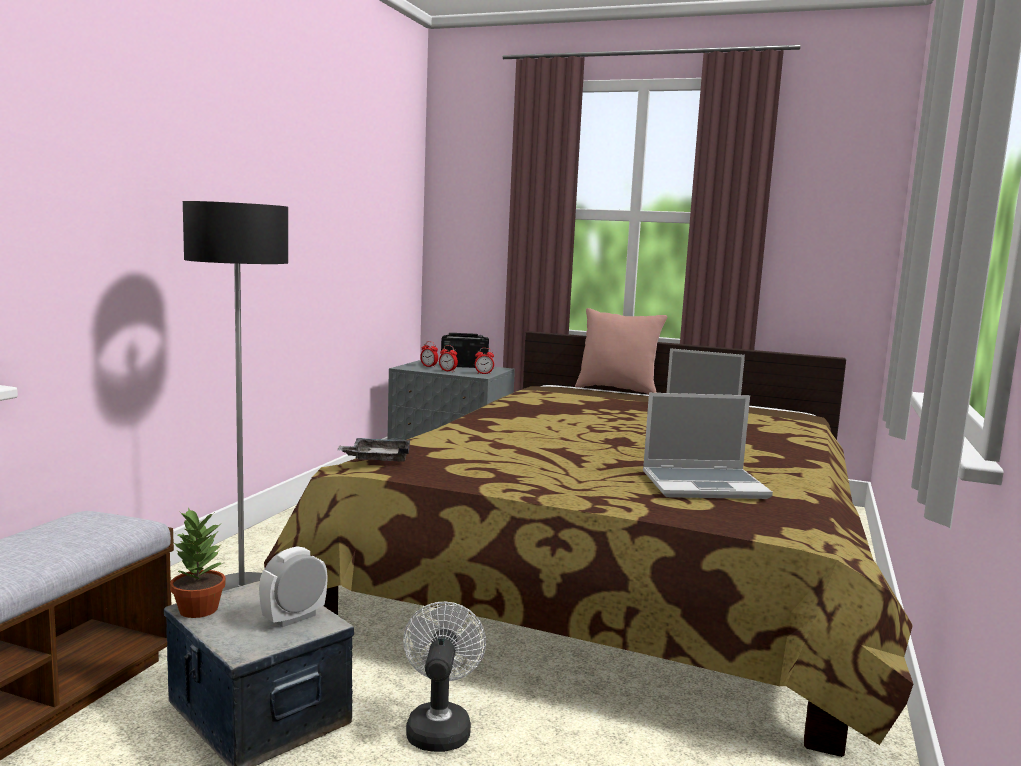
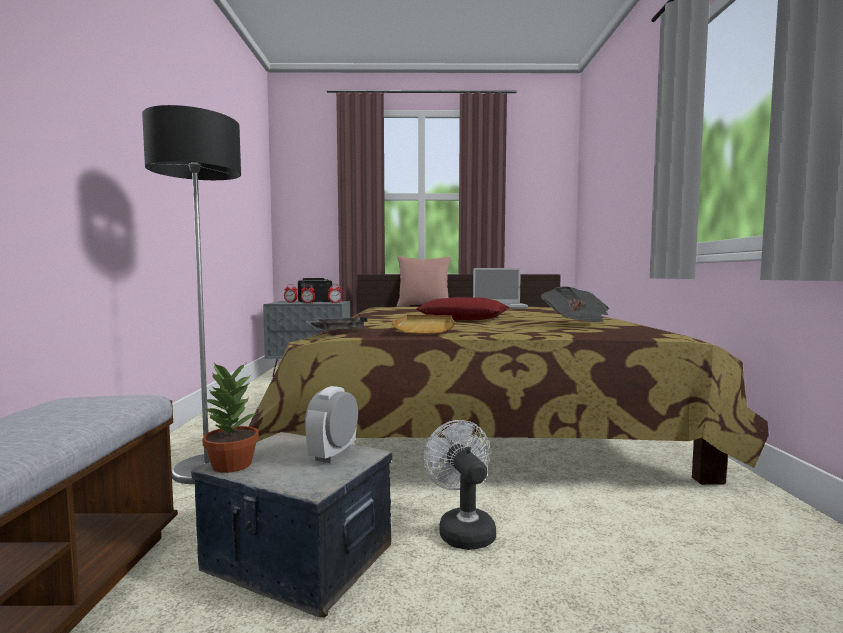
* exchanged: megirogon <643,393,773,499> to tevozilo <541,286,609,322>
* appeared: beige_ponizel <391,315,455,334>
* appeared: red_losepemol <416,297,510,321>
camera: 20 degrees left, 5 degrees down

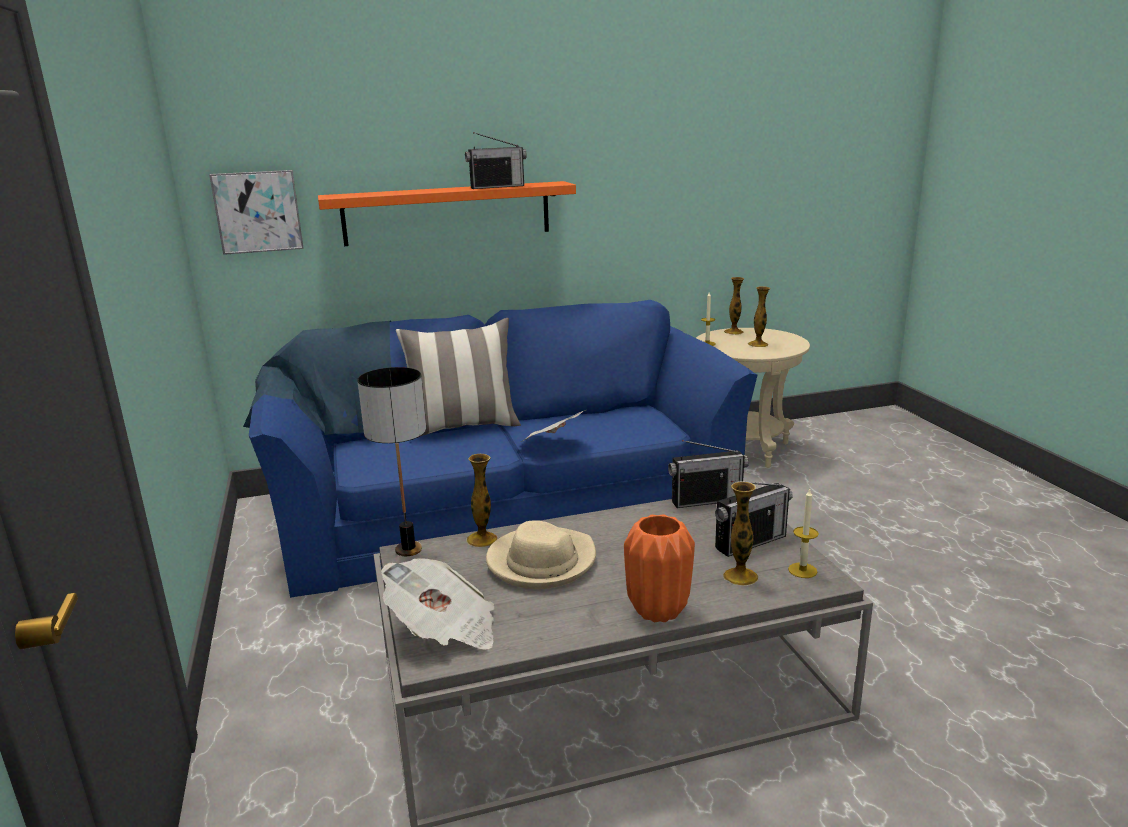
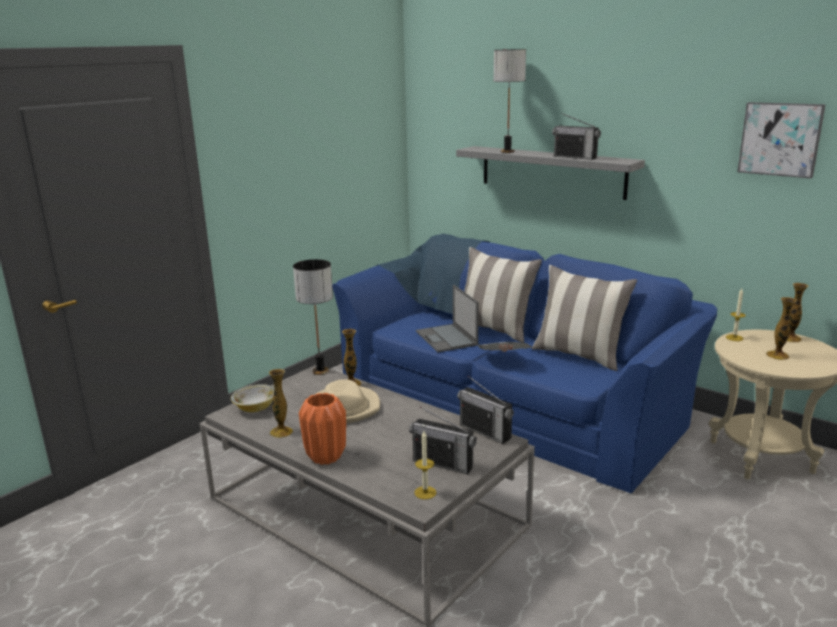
* relocated: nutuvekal <209,170,303,255> to <737,102,826,179>
* colour: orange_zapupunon <318,181,576,246> to grey_zapupunon <456,146,645,200>
* exchanged: tevozilo <381,558,495,650> to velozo <231,384,274,412>
* relocated: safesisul <723,482,758,586> to <269,369,293,438>
* appeared: megirogon <416,285,479,353>
* appeared: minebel <494,49,526,153>
* appeared: losepemol <532,265,637,371>
camera: 55 degrees right, 0 degrees up

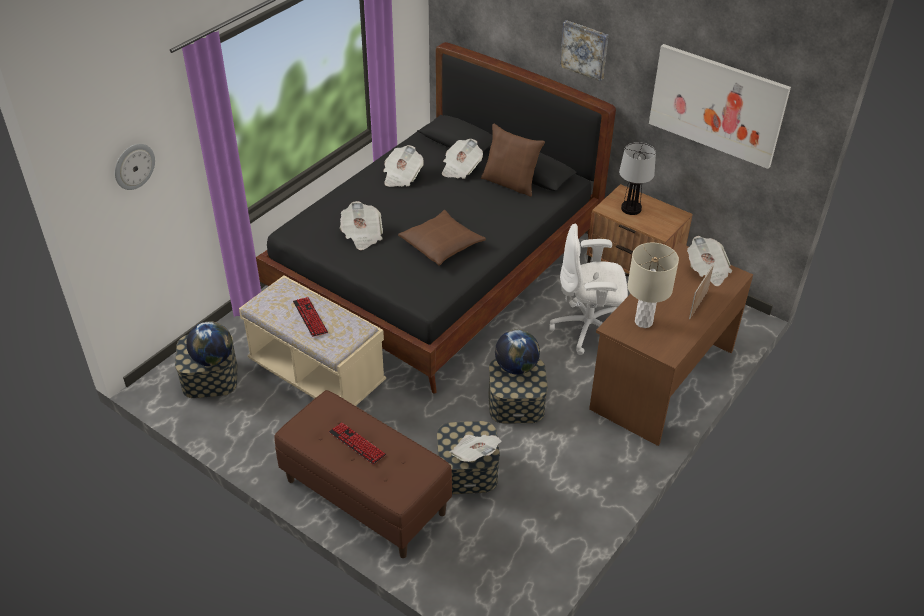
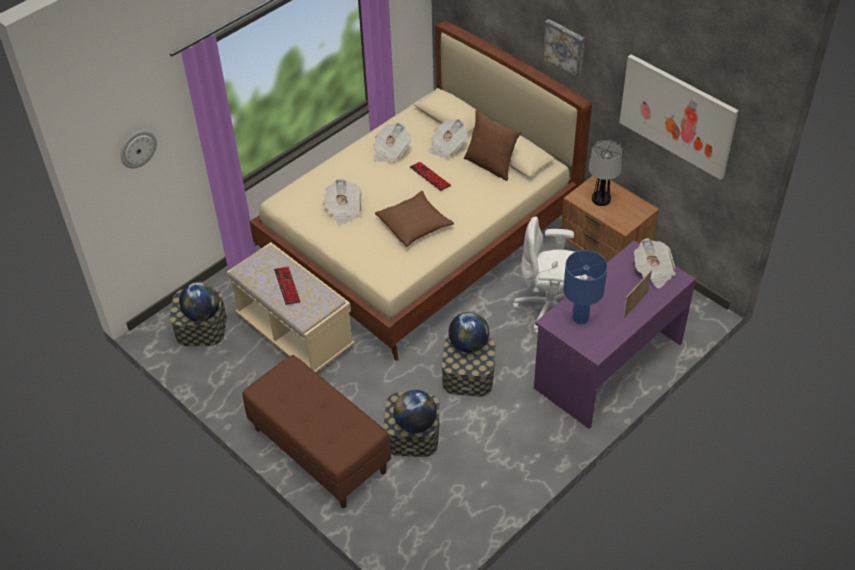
* colour: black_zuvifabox <256,42,616,394> to beige_zuvifabox <250,21,592,361>
* relocated: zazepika <329,422,386,465> to <410,162,451,191>
* exchanged: tevozilo <450,434,502,462> to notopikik <394,390,437,433>
* colour: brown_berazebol <589,243,753,446> to purple_berazebol <534,241,696,429>
* colour: beige_minebel <627,243,679,328> to blue_minebel <563,250,608,324>
camera: 10 degrees right, 5 degrees up

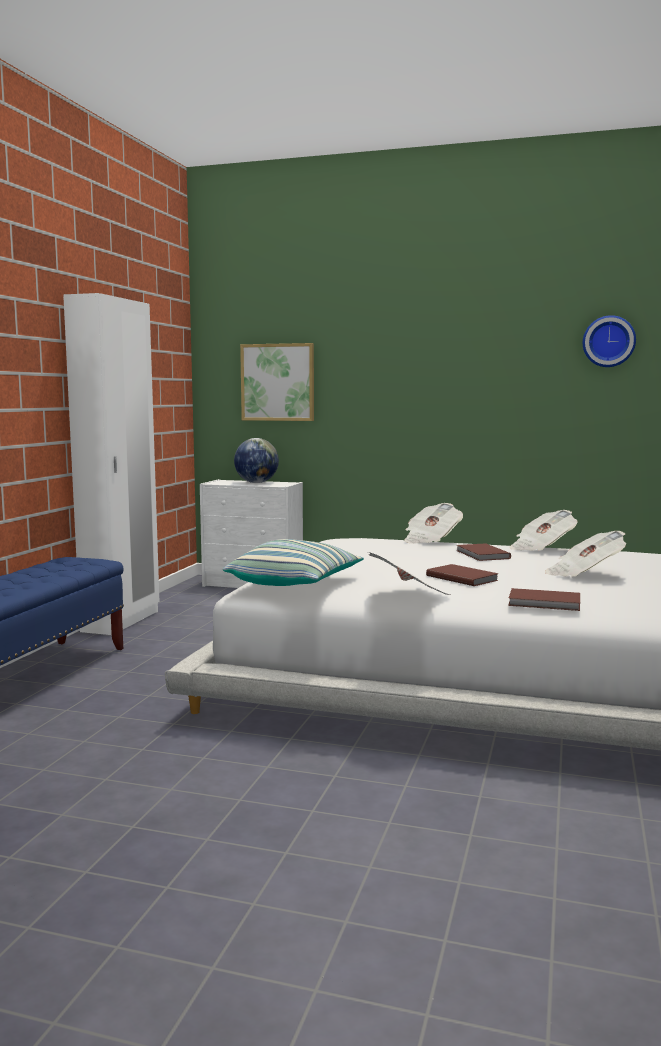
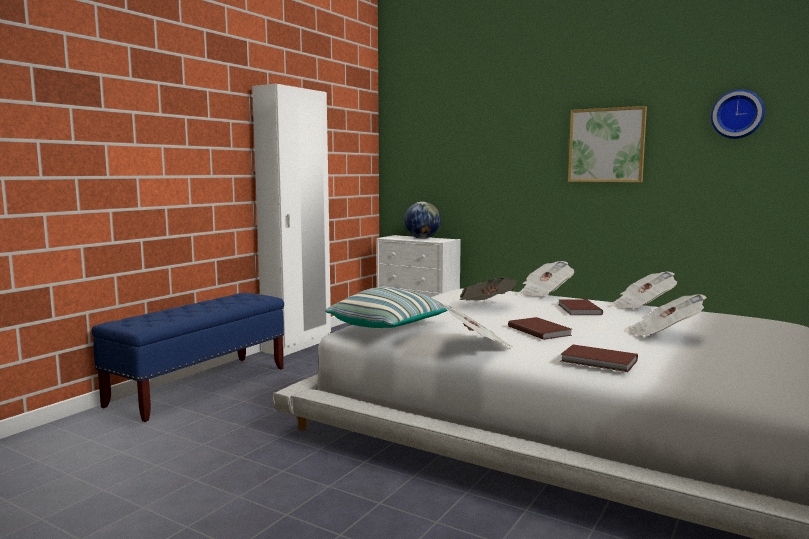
* relocated: nutuvekal <240,343,314,421> to <568,106,647,182>
* appeared: tevozilo <459,277,516,301>
camera: 15 degrees right, 0 degrees up

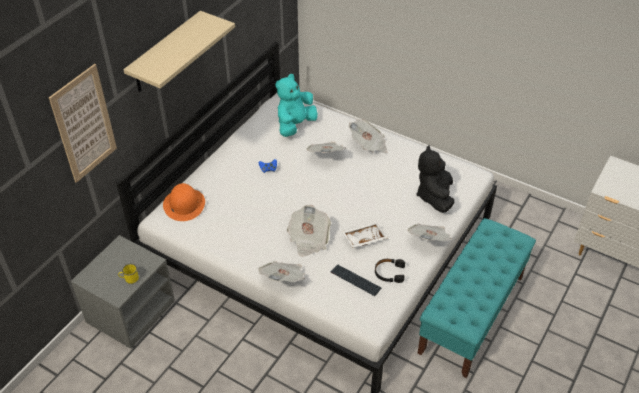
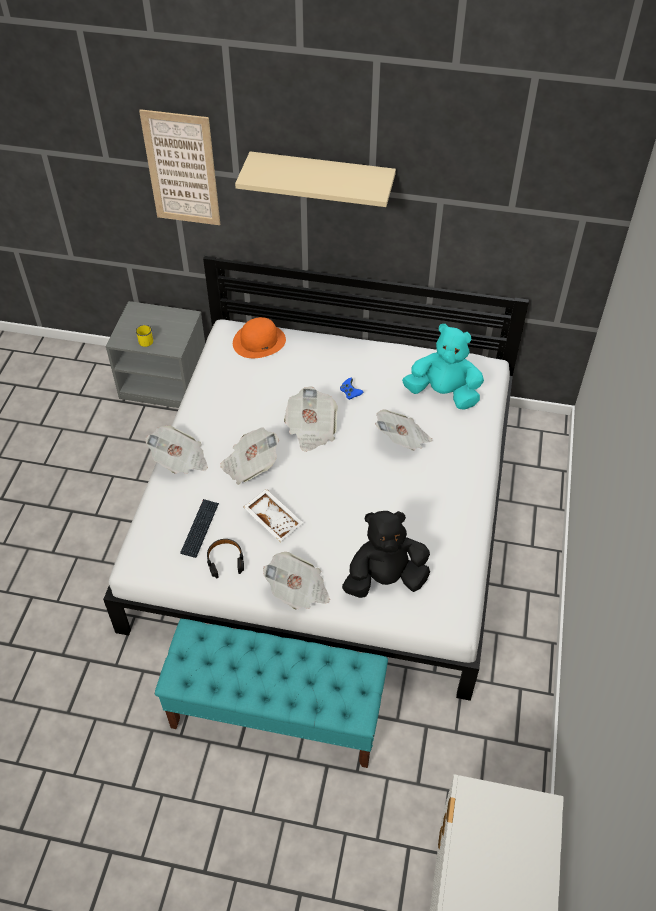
* relocated: tevozilo <349,119,387,153> to <284,387,338,452>
camera: 70 degrees right, 5 degrees up

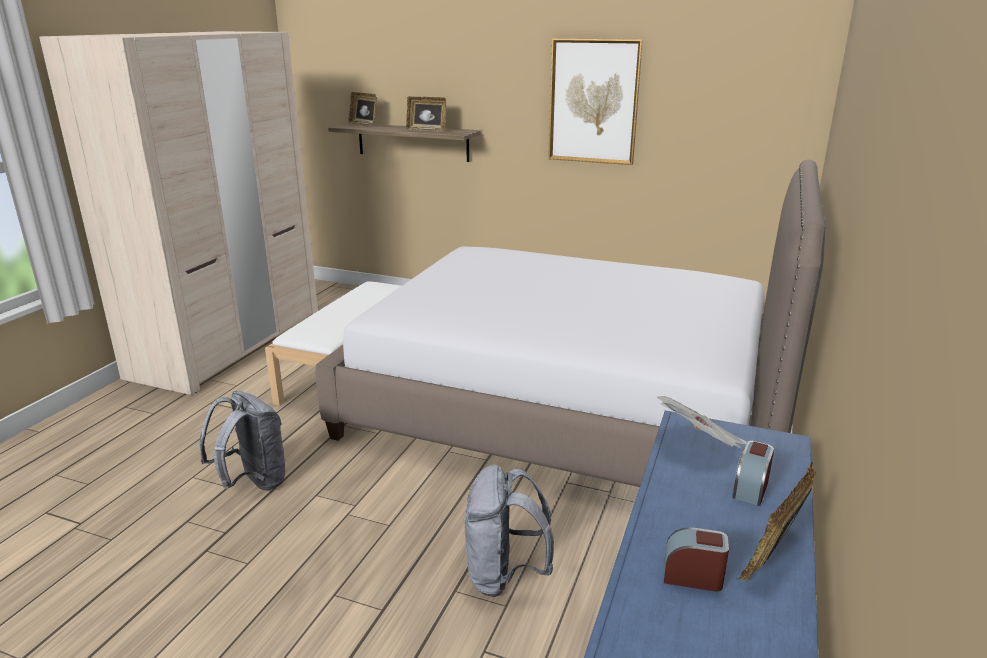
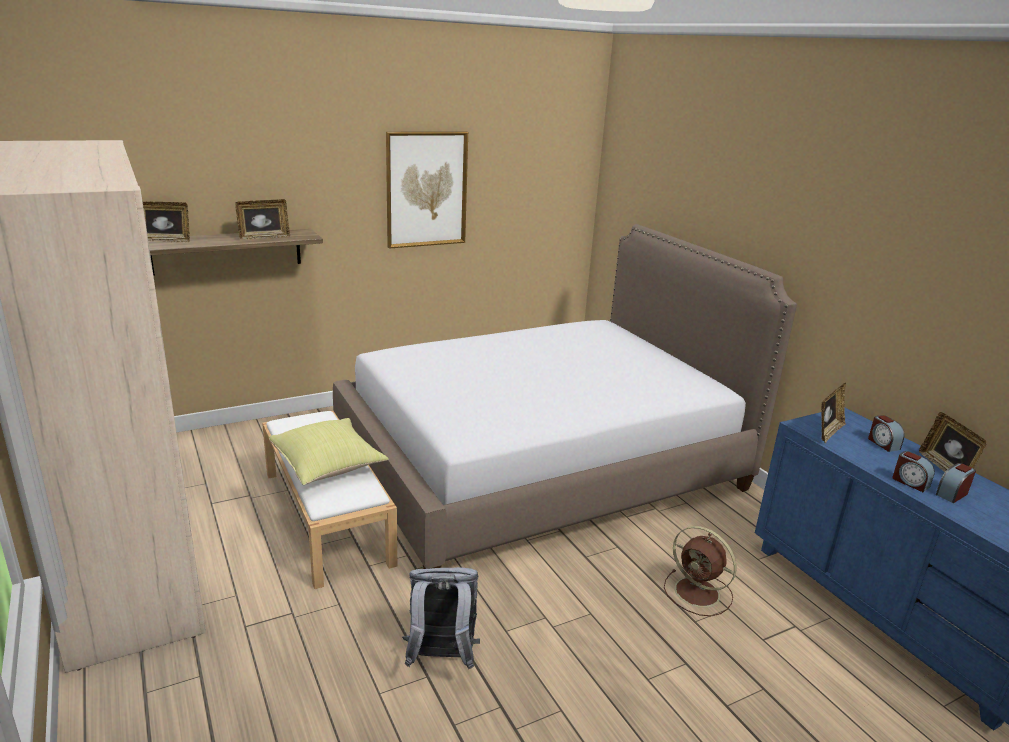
* exchanged: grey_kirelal <464,465,554,597> to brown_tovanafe <664,526,736,616>
* exchanged: tevozilo <657,396,747,448> to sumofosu <821,383,846,443>
* appeared: yellow_losepemol <269,418,389,485>
* appeared: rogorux <892,451,935,492>
camera: 50 degrees left, 0 degrees up

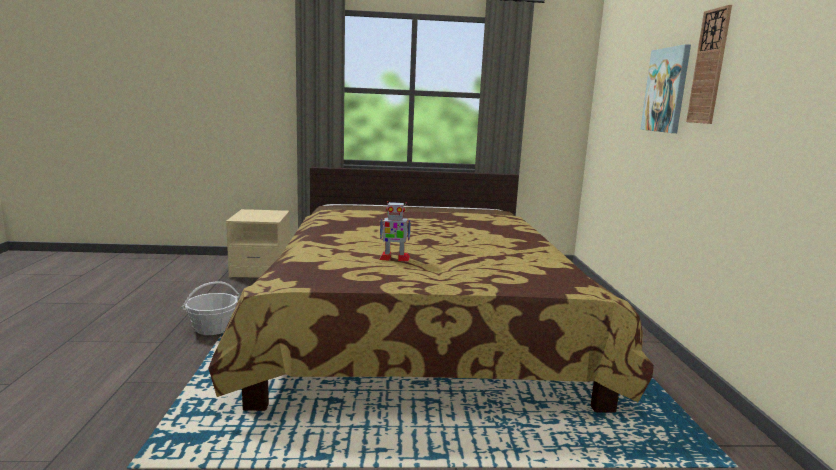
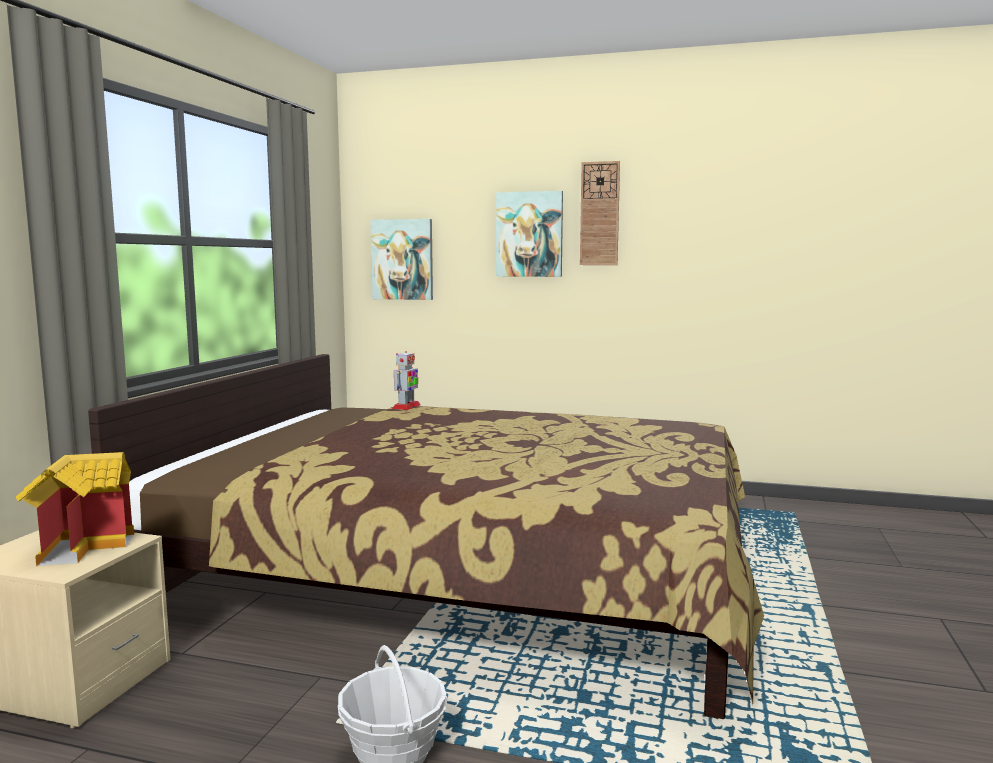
* relocated: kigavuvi <379,201,411,262> to <392,351,420,410>
* appeared: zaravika <16,452,134,567>
* appeared: nutuvekal <370,219,433,300>
camera: 70 degrees left, 5 degrees down

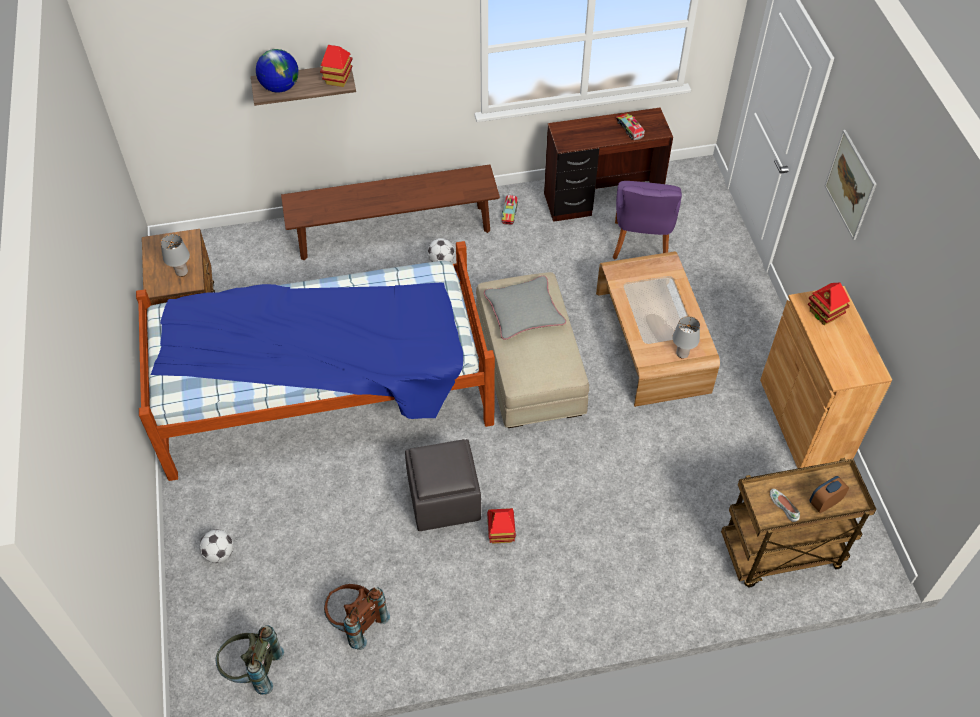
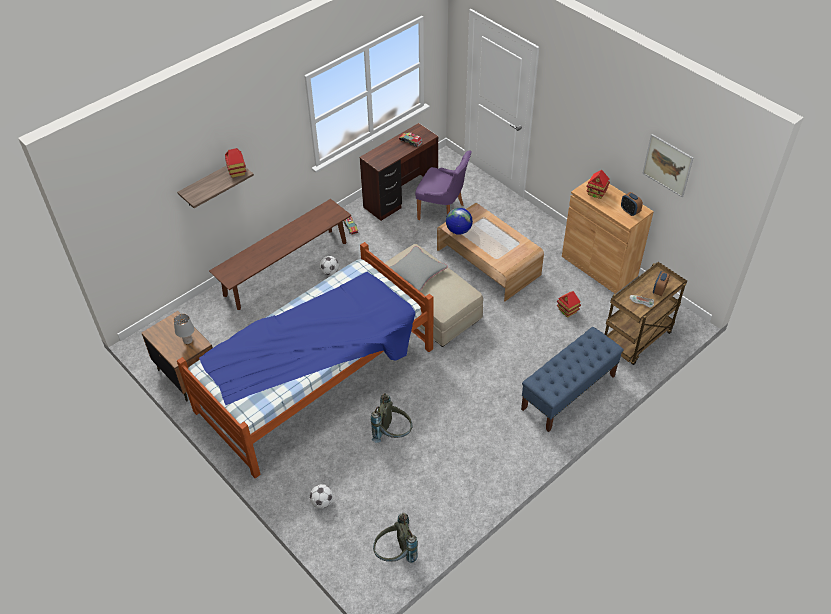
* relocated: notopikik <256,49,299,93> to <446,208,473,235>
* missing: brown_kirelal <324,584,390,650>
* missing: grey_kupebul <405,439,481,531>
* relocated: zaravika <487,508,516,544> to <557,291,581,318>
* spun: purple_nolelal <612,181,682,260> = <415,150,472,220> 45 degrees counterclockwise
* missing: grey_minebel <672,316,700,359>
* relocated: nutuvekal <825,130,877,240> to <642,134,693,197>
* appeared: grey_kirelal <371,393,413,443>
* appeared: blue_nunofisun <521,327,624,432>
* appeared: rogorux <621,192,643,216>
camera: 30 degrees left, 5 degrees down

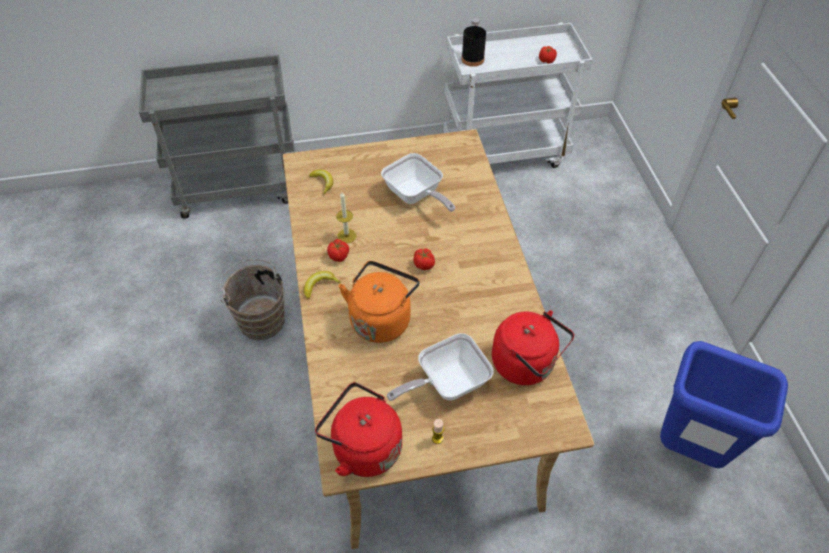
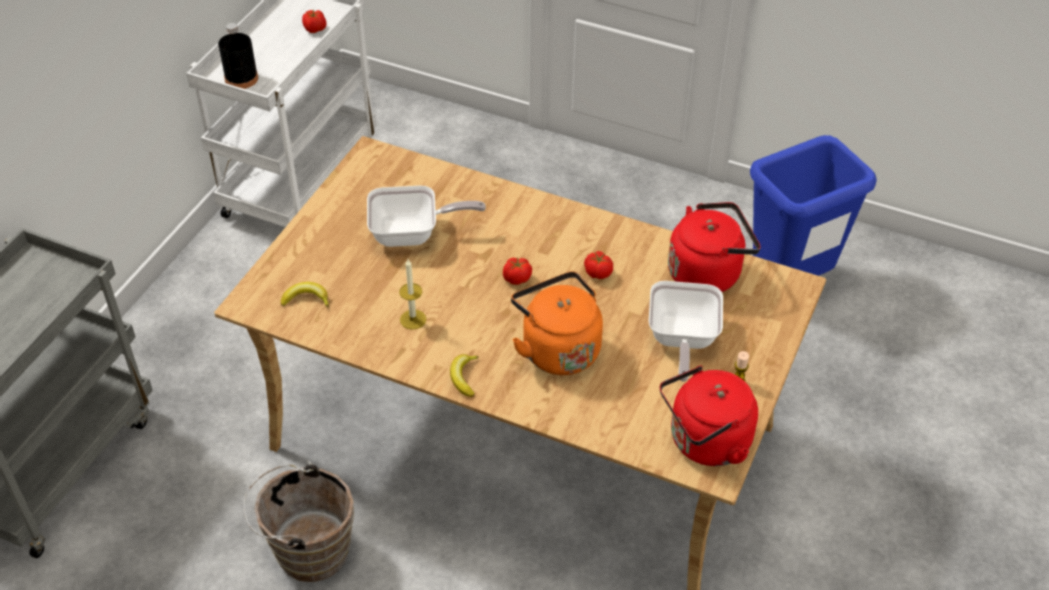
* relocated: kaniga <327,239,349,262> to <584,251,613,279>
camera: 55 degrees left, 5 degrees down

